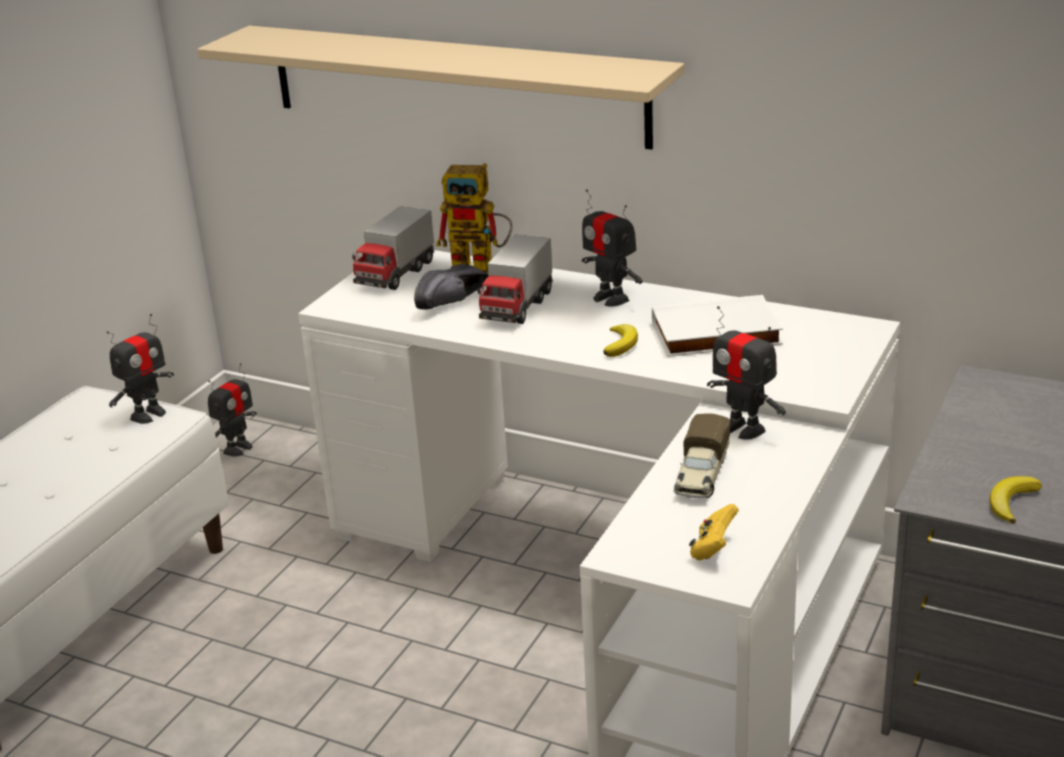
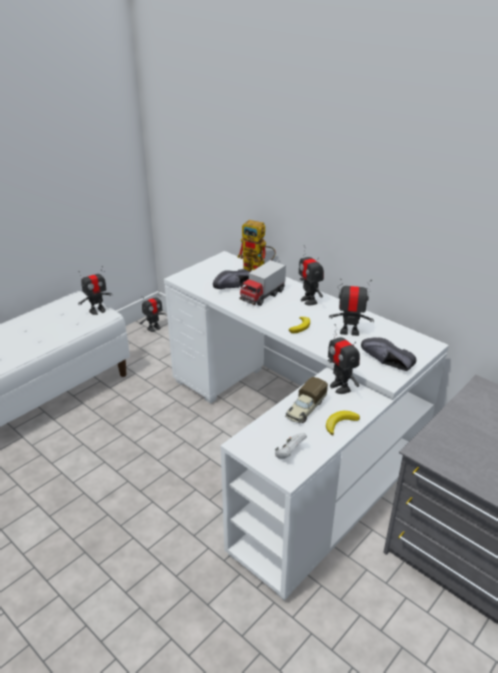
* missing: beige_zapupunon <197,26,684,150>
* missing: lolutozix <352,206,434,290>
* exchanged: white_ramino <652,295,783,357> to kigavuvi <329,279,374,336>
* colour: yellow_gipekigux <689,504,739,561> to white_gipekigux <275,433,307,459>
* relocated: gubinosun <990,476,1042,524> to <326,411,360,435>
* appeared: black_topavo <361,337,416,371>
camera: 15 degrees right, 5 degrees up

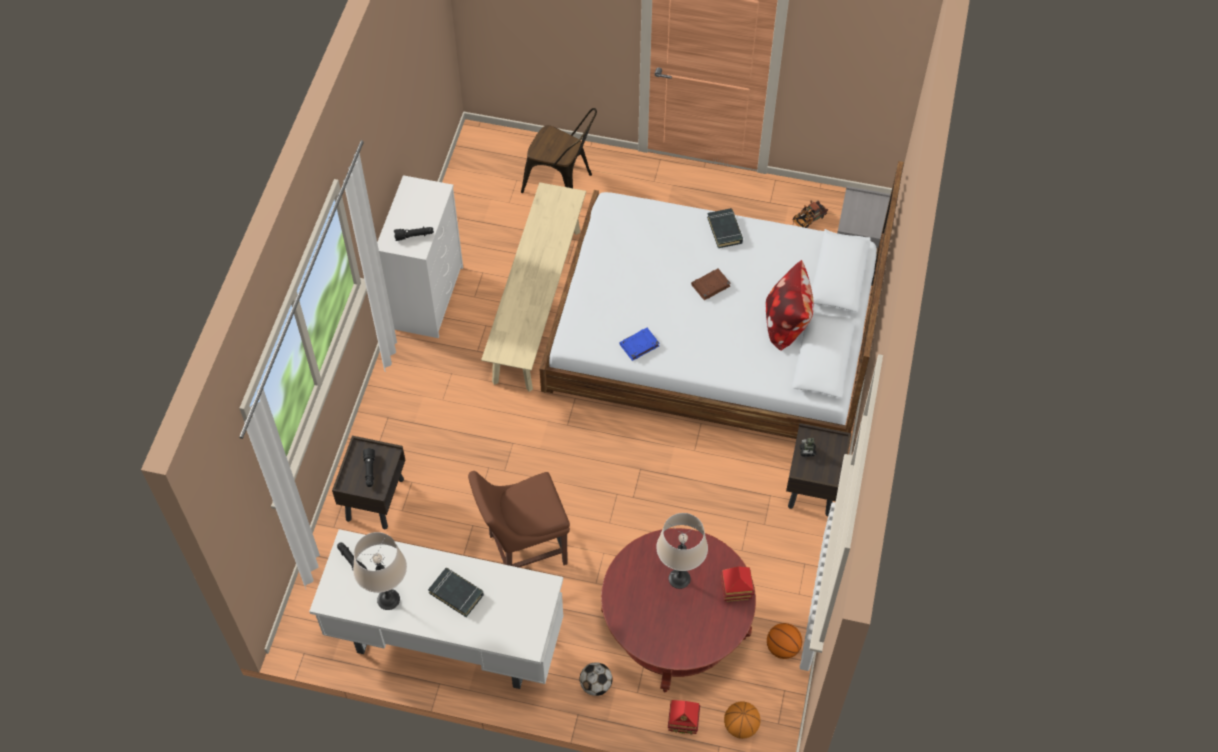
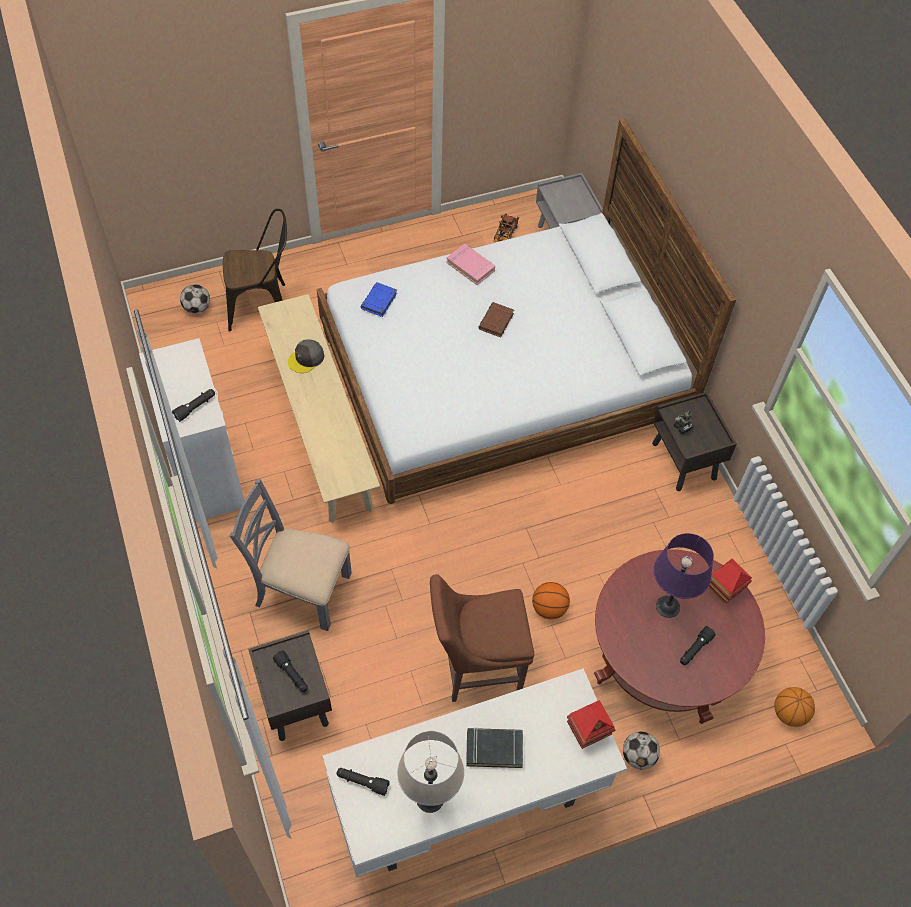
* spun: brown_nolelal <468,471,570,568> = <430,574,534,702> 45 degrees clockwise
* relocated: blue_ramino <619,328,659,361> to <361,282,397,317>
* colour: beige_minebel <656,513,708,589> to purple_minebel <654,533,714,618>
* relocated: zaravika <668,700,700,735> to <567,700,615,749>
* colour: black_ramino <707,208,743,248> to pink_ramino <446,244,495,285>
* missing: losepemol <766,260,814,351>
* relocated: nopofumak <767,623,802,659> to <532,582,570,619>
* appeared: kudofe <180,284,210,314>
* appeared: grey_nolelal <230,479,352,631>
* appeared: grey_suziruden <288,339,324,373>
* appeared: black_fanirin <680,626,716,665>
camera: 35 degrees left, 0 degrees up

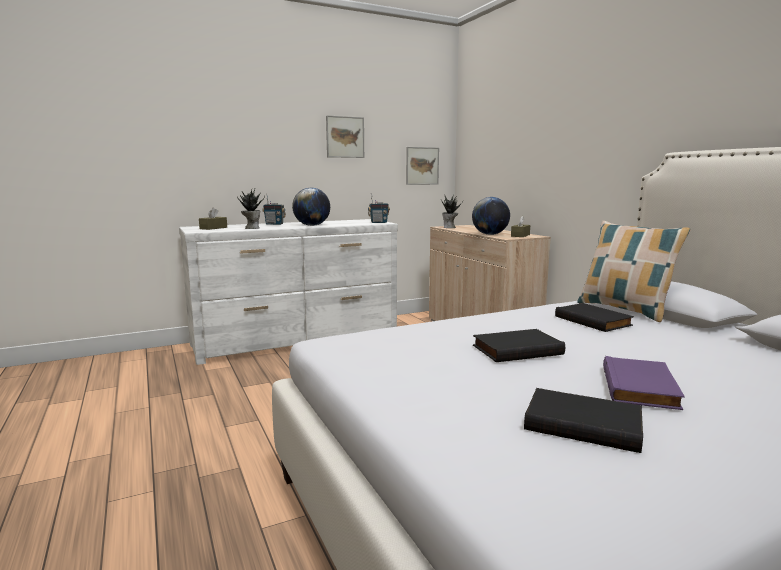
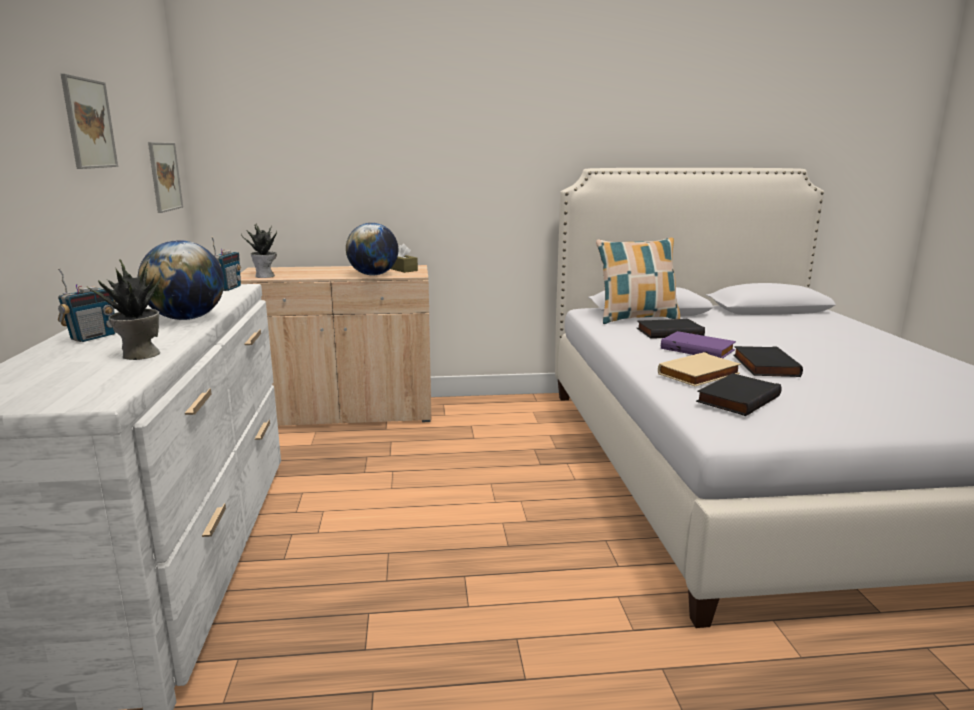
* missing: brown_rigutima <199,208,227,230>
* relocated: black_ramino <524,388,643,453> to <696,373,782,416>
* relocated: purple_ramino <603,356,685,410> to <661,331,736,358>
* appeared: beige_ramino <658,352,741,386>
camera: 70 degrees left, 5 degrees up

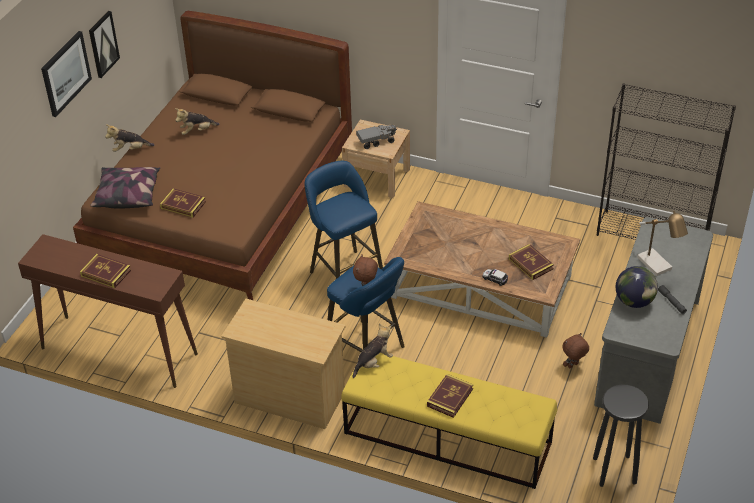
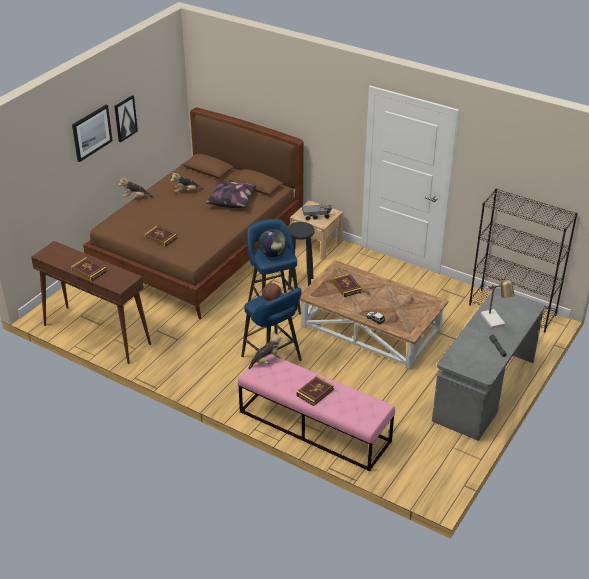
* relocated: losepemol <90,167,160,209> to <205,181,256,208>
* missing: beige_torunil <221,299,346,429>
* colour: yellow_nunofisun <341,353,557,489> to pink_nunofisun <238,354,395,471>
* relocated: ramino <509,244,554,280> to <332,274,362,297>
* missing: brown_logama <562,333,589,368>
* relocated: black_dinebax <593,384,649,487> to <288,222,315,290>
* relocated: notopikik <616,266,658,308> to <259,229,287,257>
camera: 10 degrees right, 5 degrees down

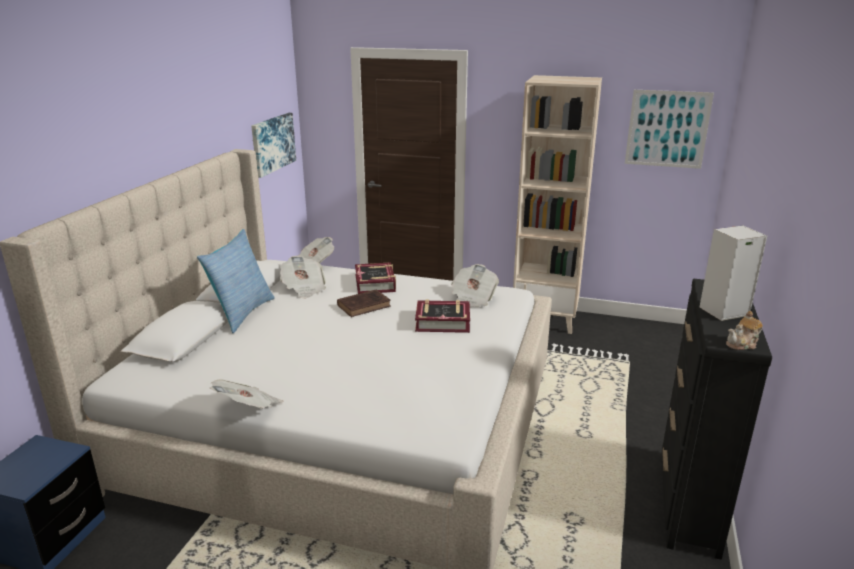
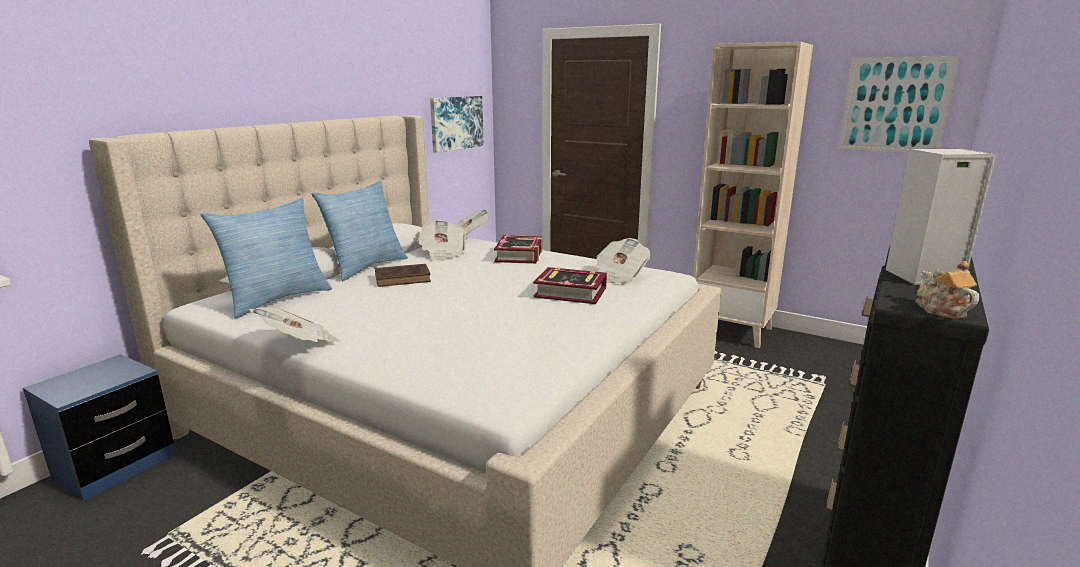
* relocated: brown_ramino <337,289,391,317> to <375,264,431,287>
* spun: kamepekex <726,311,763,350> = <916,261,979,319> 90 degrees clockwise
* appeared: losepemol <200,198,332,318>
camera: 15 degrees right, 5 degrees down

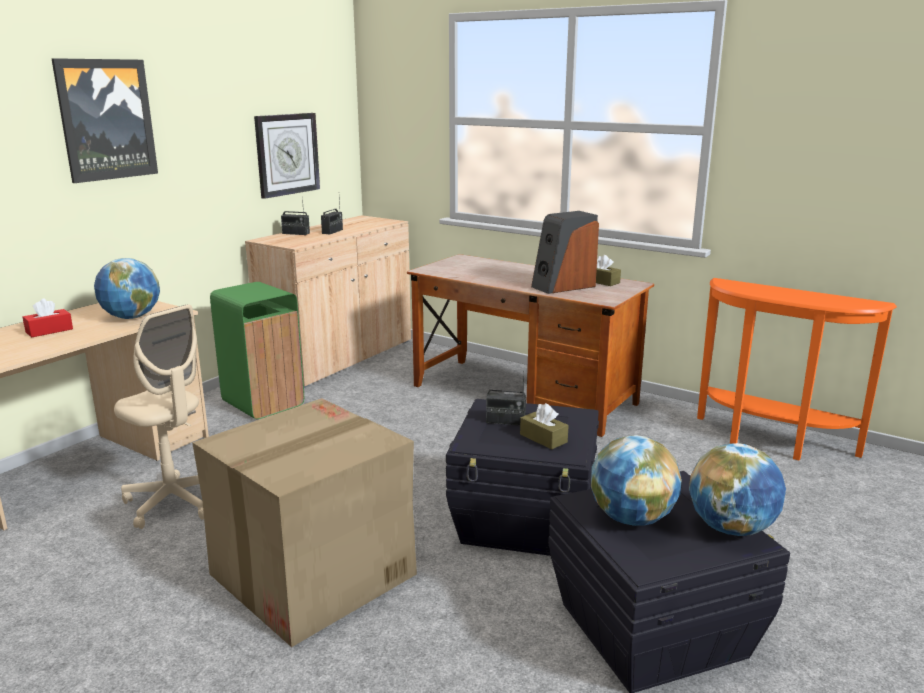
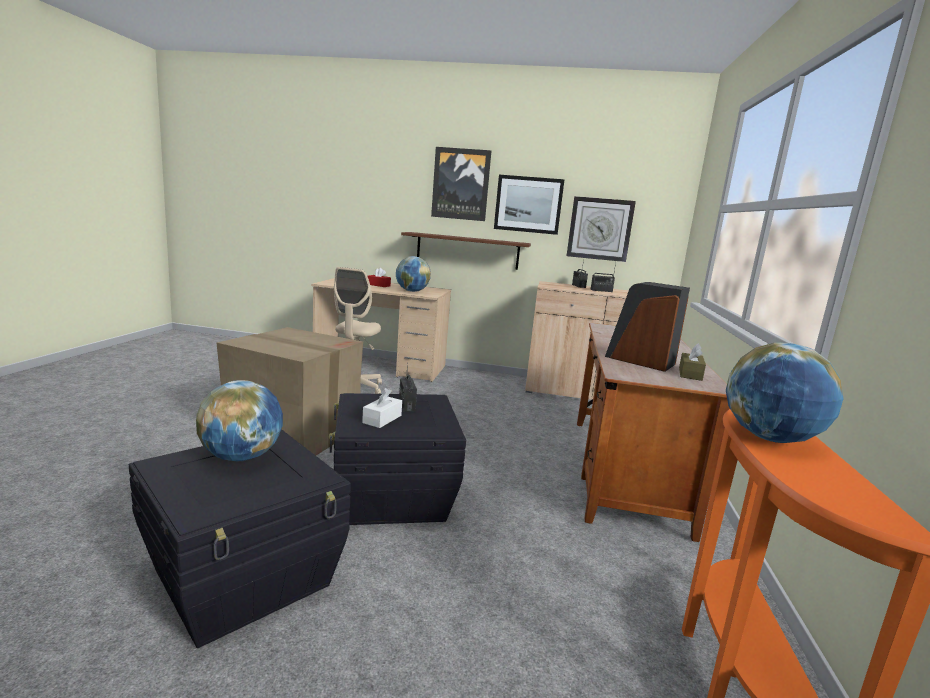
* missing: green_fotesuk <210,282,304,419>
* colour: brown_rigutima <520,403,569,449> to white_rigutima <362,388,402,428>
* relocated: notopikik <689,443,786,536> to <726,342,843,443>
* appeared: brown_zapupunon <401,232,531,270>
* appeared: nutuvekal <494,175,565,235>
camera: 65 degrees right, 5 degrees down

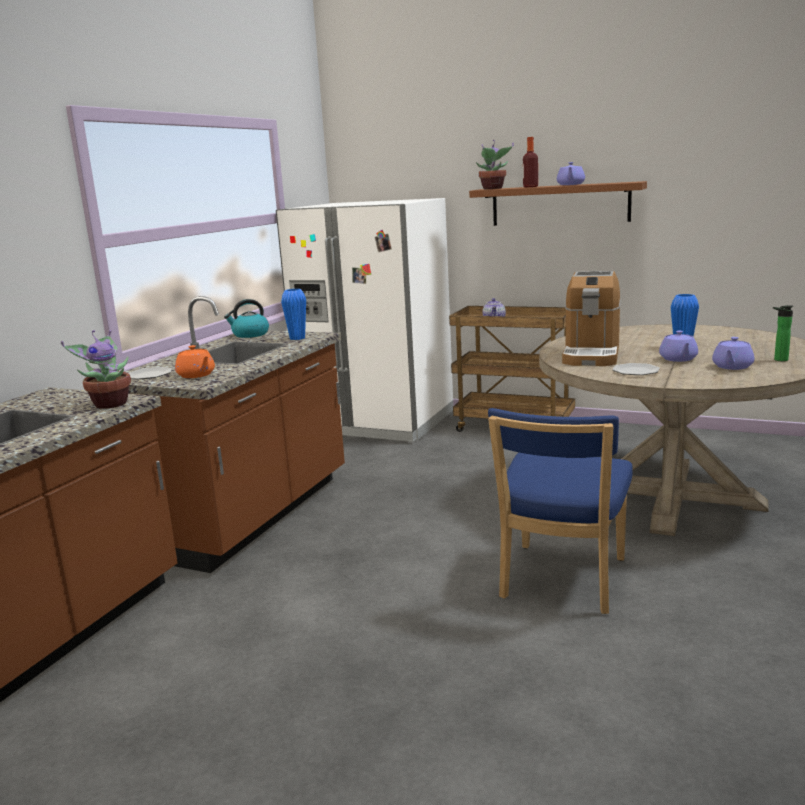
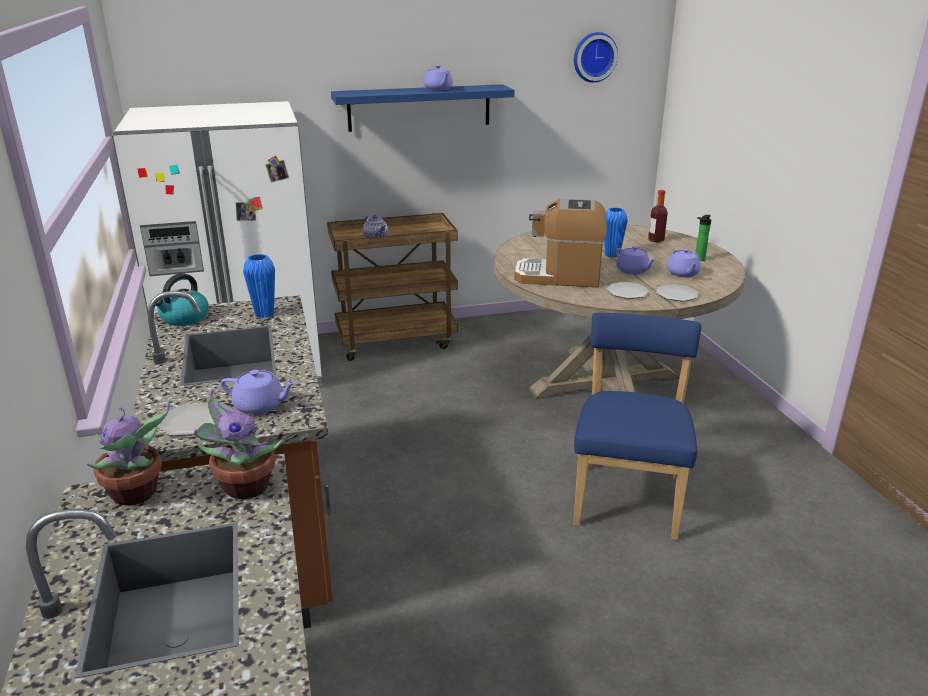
* colour: orange_kamepekex <175,345,215,378> to purple_kamepekex <221,370,297,414>
* colour: brown_zapupunon <469,181,647,226> to blue_zapupunon <331,84,514,132>
* relocated: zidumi <476,140,514,189> to <86,402,170,506>
* spun: blue_nolelal <488,408,633,614> = <573,313,701,540> 150 degrees counterclockwise
* relocated: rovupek <523,137,538,187> to <648,190,668,242>
* spun: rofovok <562,271,621,366> = <514,199,607,287> 120 degrees clockwise
* appeared: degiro <574,32,618,83>
* appeared: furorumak <656,284,698,301>
camera: 40 degrees left, 10 degrees up

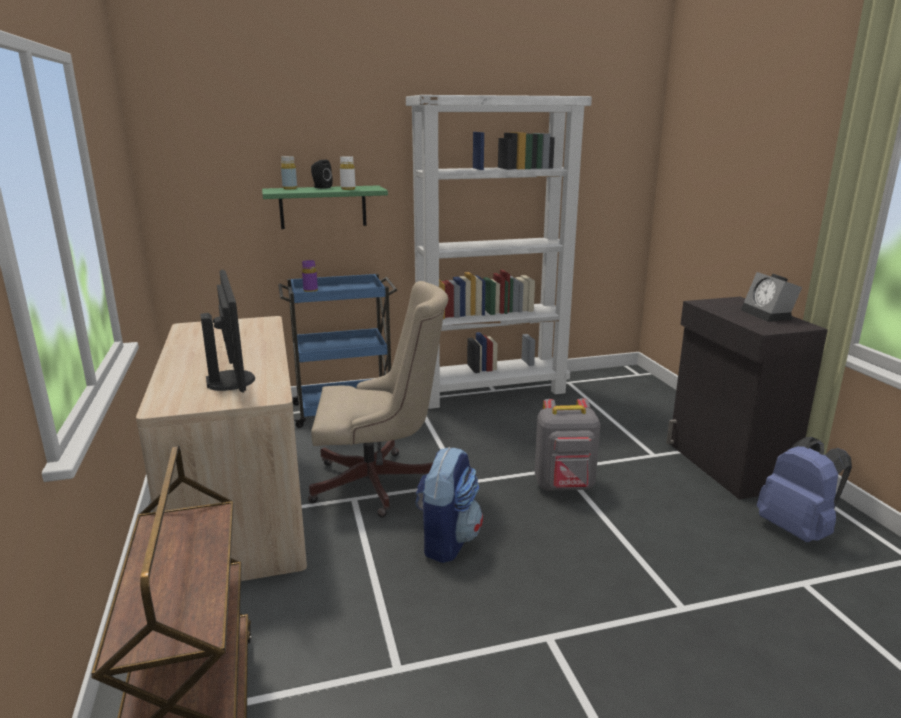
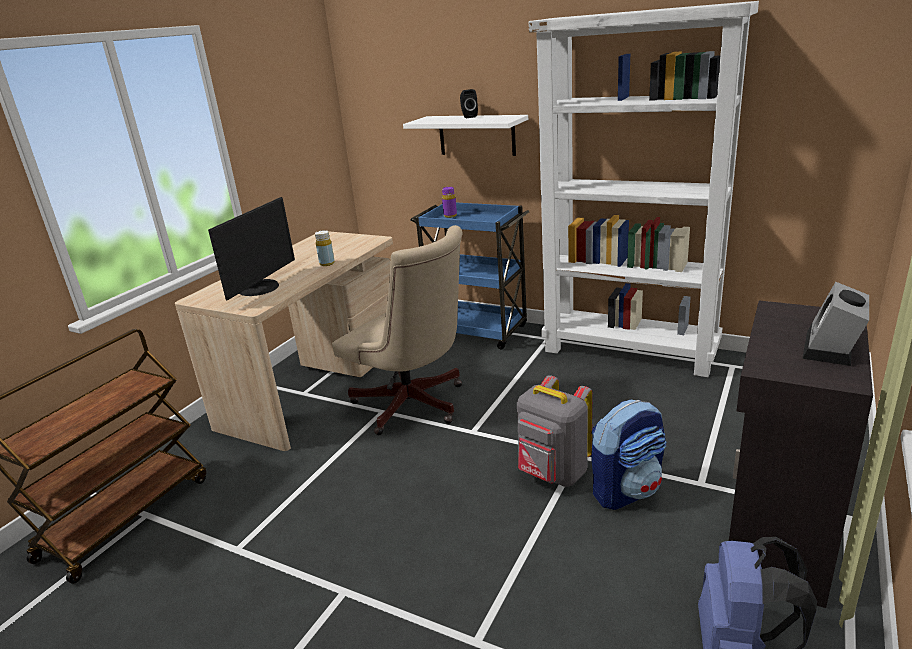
* colour: green_zapupunon <262,185,388,229> to white_zapupunon <403,115,528,156>
* relocated: yellow_rovupek <281,156,297,189> to <315,230,335,266>
* missing: white_rovupek <340,156,356,190>
* relocated: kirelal <415,447,483,563> to <591,400,667,510>
camera: 45 degrees right, 5 degrees up

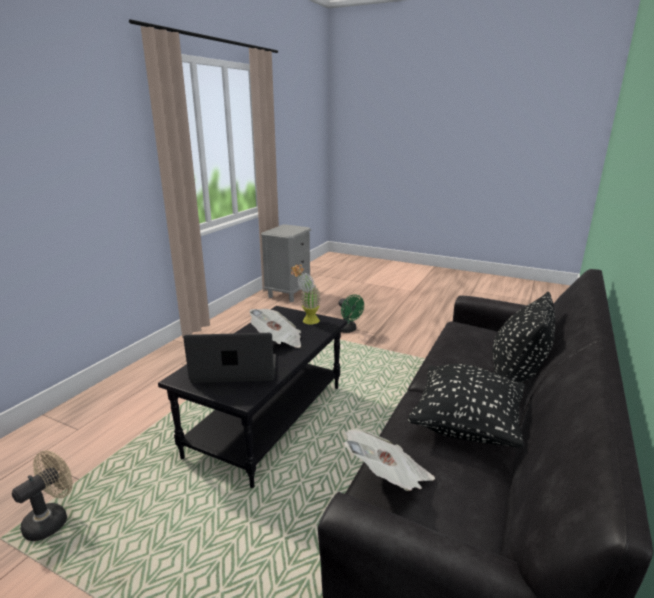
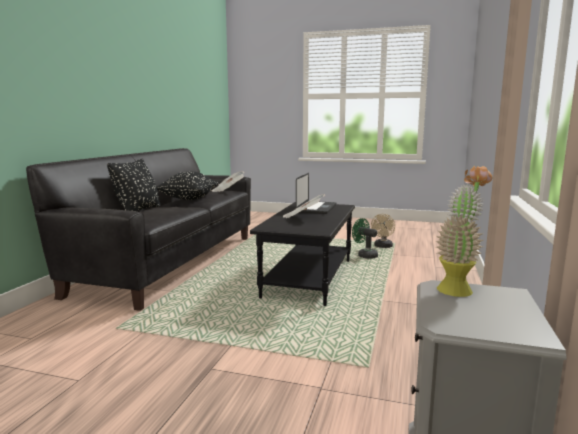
* spun: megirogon <183,333,276,384> = <296,173,336,214> 60 degrees counterclockwise
* relocated: zidumi <291,264,321,324> to <435,166,492,297>
* relocated: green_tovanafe <339,294,364,333> to <352,218,378,259>
camera: 170 degrees right, 10 degrees down

